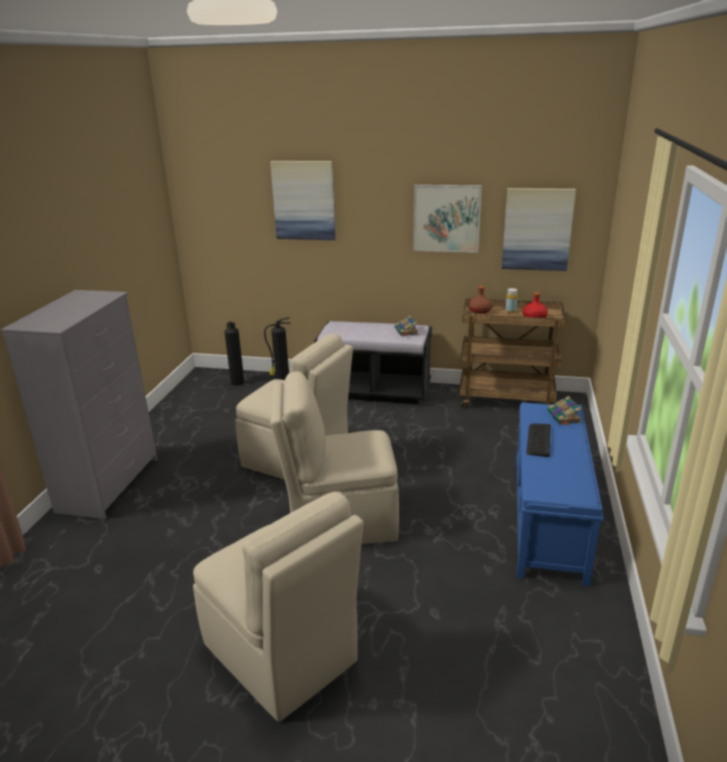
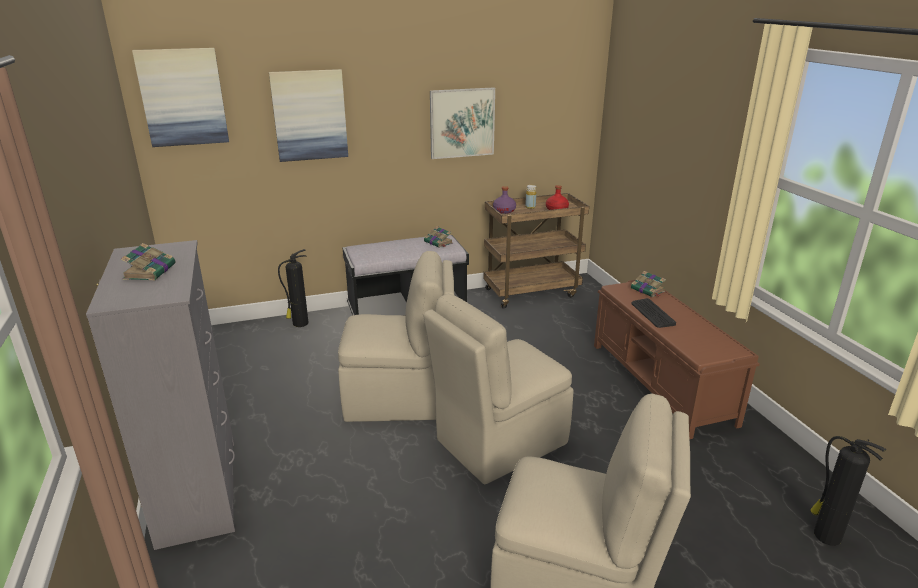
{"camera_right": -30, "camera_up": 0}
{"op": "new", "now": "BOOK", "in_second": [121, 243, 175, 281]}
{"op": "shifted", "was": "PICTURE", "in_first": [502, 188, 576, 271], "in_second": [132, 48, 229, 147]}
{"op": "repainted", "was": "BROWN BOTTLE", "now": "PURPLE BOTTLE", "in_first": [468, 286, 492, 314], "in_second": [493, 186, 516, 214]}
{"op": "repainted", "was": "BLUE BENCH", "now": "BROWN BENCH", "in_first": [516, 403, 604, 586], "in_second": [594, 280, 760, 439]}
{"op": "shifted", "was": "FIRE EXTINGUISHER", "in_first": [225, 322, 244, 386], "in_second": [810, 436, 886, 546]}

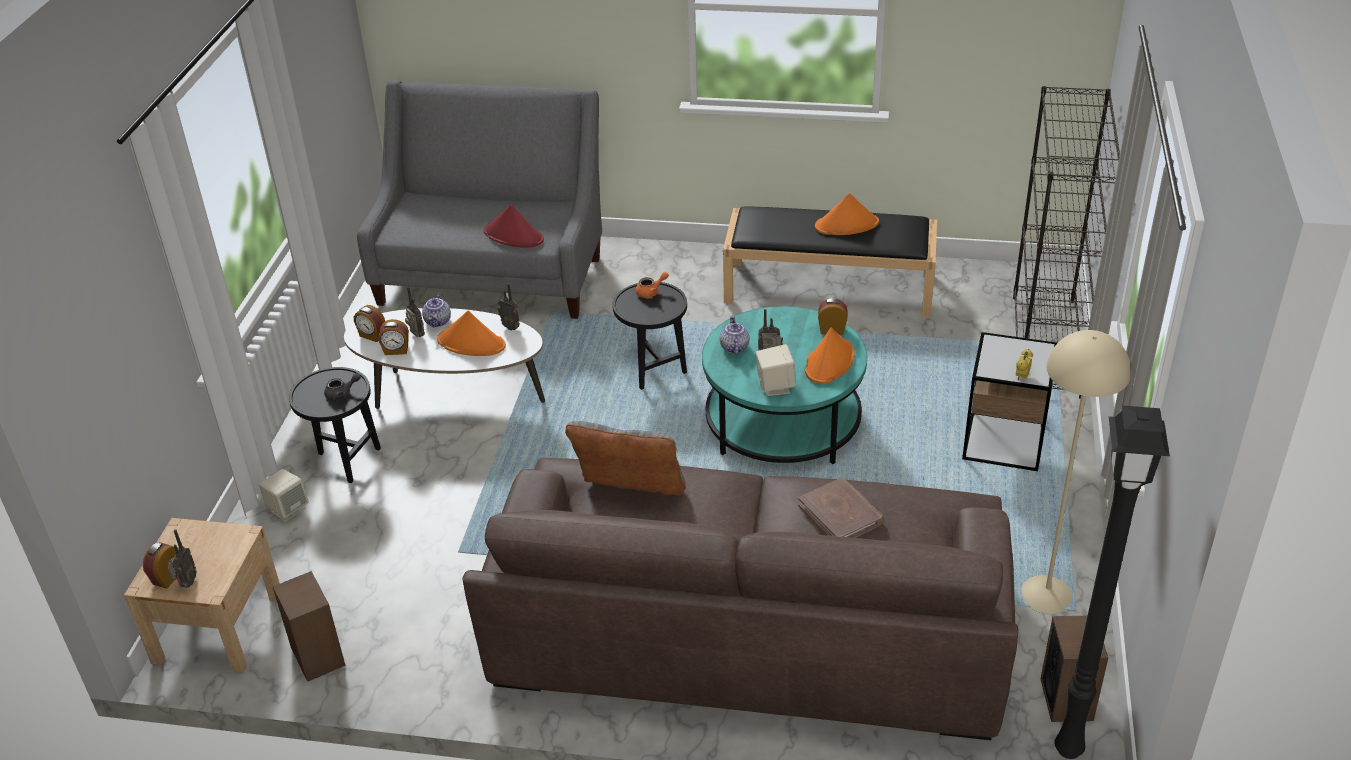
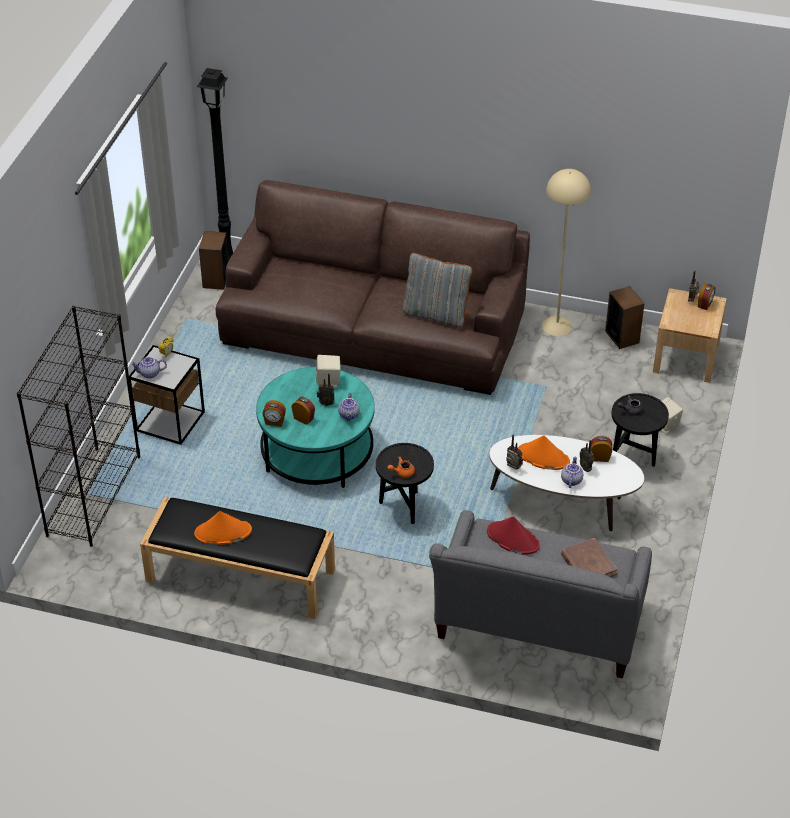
{"camera_right": -175, "camera_up": 5}
{"op": "new", "now": "TEAPOT", "in_second": [131, 357, 167, 378]}
{"op": "shifted", "was": "ALARM CLOCK", "in_first": [354, 305, 385, 342], "in_second": [292, 397, 315, 425]}
{"op": "shifted", "was": "BEIGE FLOOR LAMP", "in_first": [1022, 330, 1130, 614], "in_second": [542, 169, 591, 336]}
{"op": "shifted", "was": "BROWN BOOK", "in_first": [798, 477, 884, 538], "in_second": [561, 538, 617, 577]}
{"op": "gone", "was": "ORANGE HAT", "in_first": [805, 328, 855, 384]}

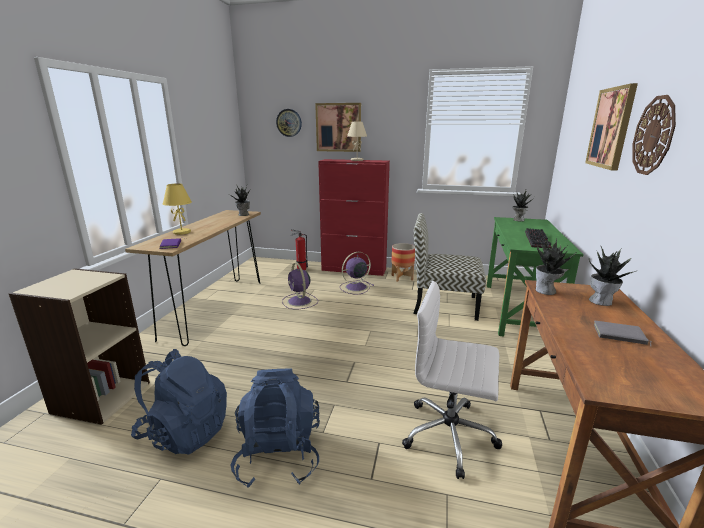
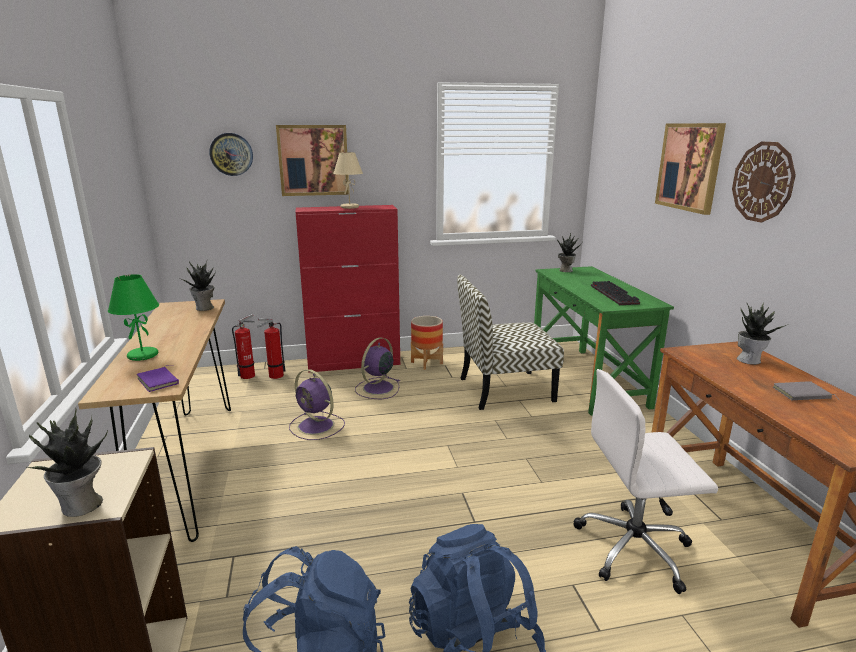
{"camera_right": -25, "camera_up": 0}
{"op": "shifted", "was": "POTTED PLANT", "in_first": [535, 238, 577, 295], "in_second": [25, 409, 108, 517]}
{"op": "repainted", "was": "YELLOW TABLE LAMP", "now": "GREEN TABLE LAMP", "in_first": [163, 183, 192, 235], "in_second": [108, 274, 159, 361]}
{"op": "new", "now": "FIRE EXTINGUISHER", "in_second": [232, 314, 256, 379]}

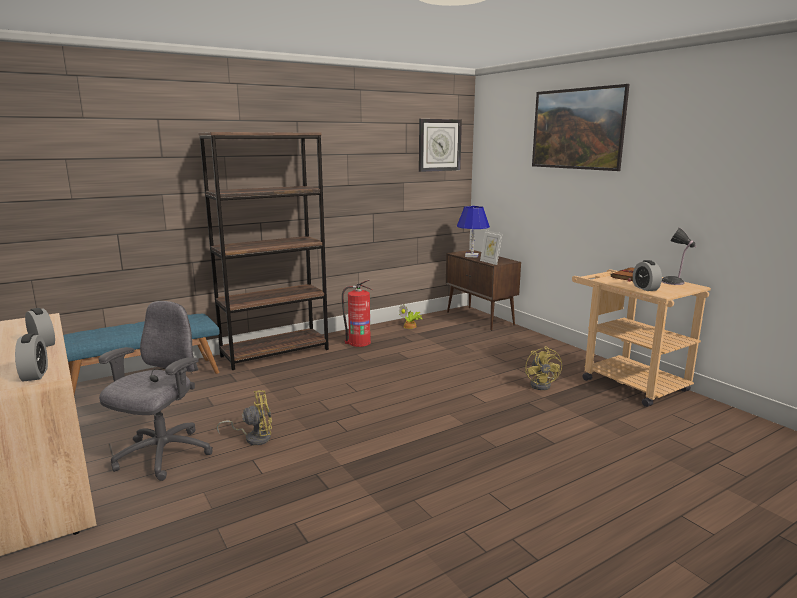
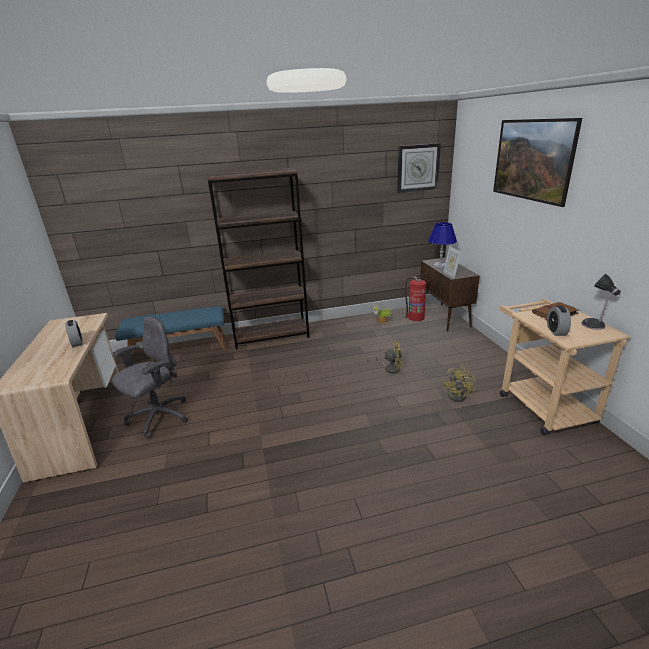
{"camera_right": 20, "camera_up": 10}
{"op": "shifted", "was": "YELLOW FAN", "in_first": [216, 390, 272, 445], "in_second": [367, 340, 403, 374]}
{"op": "shifted", "was": "FIRE EXTINGUISHER", "in_first": [342, 280, 372, 347], "in_second": [405, 273, 429, 321]}
{"op": "gone", "was": "ALARM CLOCK", "in_first": [15, 333, 48, 382]}

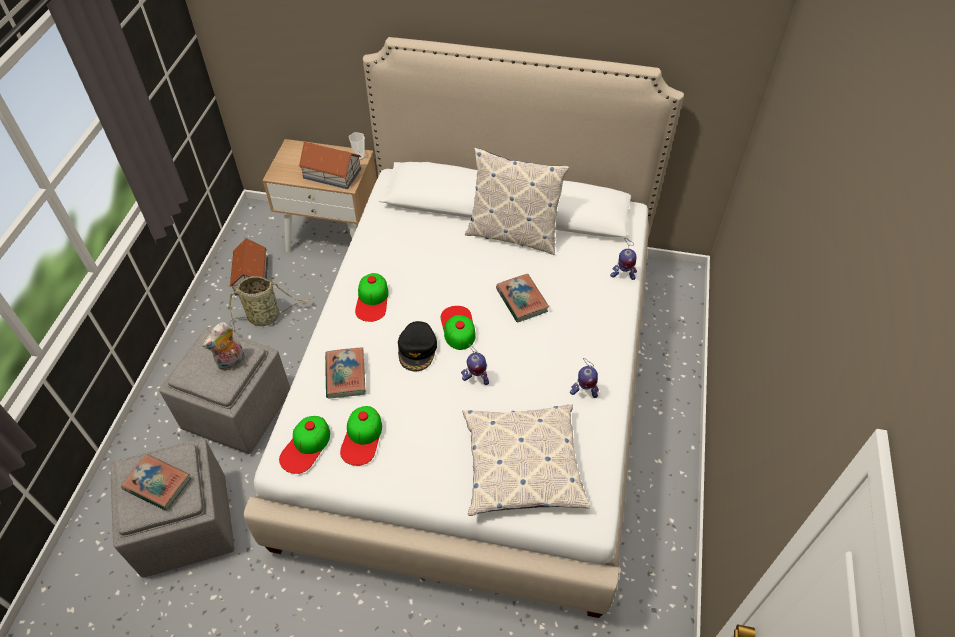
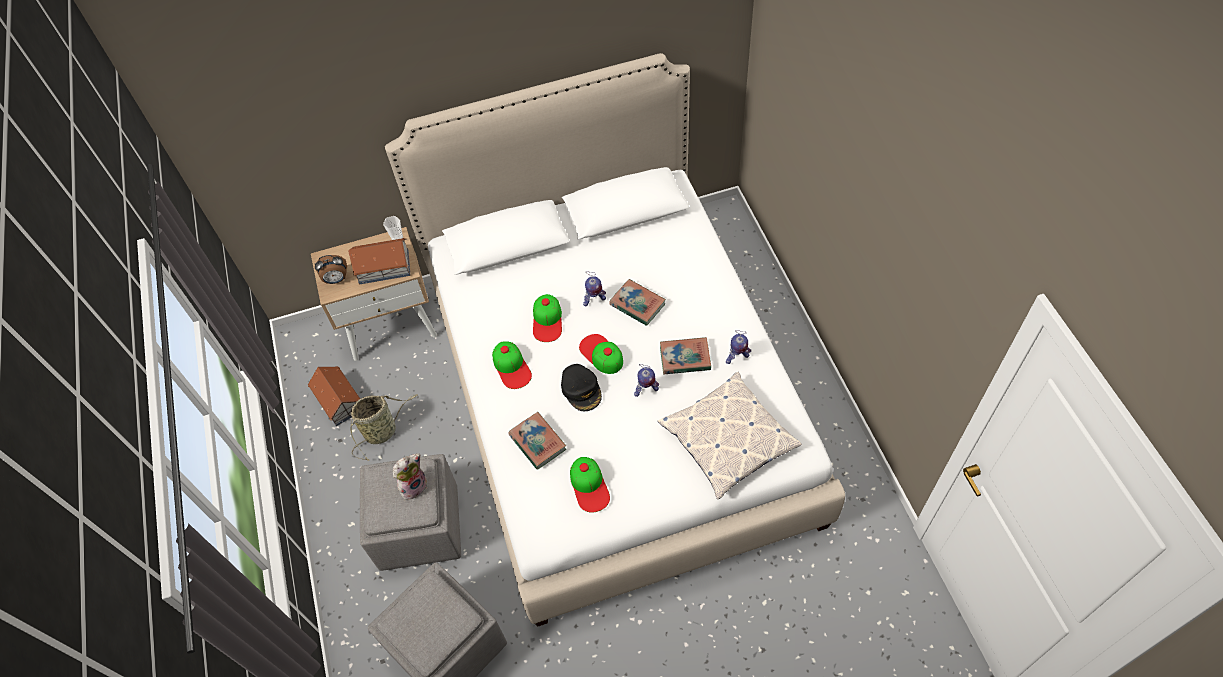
{"camera_right": -25, "camera_up": 5}
{"op": "new", "now": "ALARM CLOCK", "in_second": [315, 255, 347, 284]}
{"op": "rotated", "was": "PLUSH TOY", "in_first": [202, 322, 245, 371], "in_second": [393, 453, 427, 501], "clockwise": -150}
{"op": "shifted", "was": "CAP", "in_first": [279, 416, 330, 474], "in_second": [533, 294, 562, 342]}
{"op": "shifted", "was": "TOY ROBOT", "in_first": [610, 238, 637, 280], "in_second": [583, 271, 606, 306]}
{"op": "shifted", "was": "BOOK", "in_first": [121, 454, 191, 511], "in_second": [660, 337, 711, 374]}
{"op": "gone", "was": "PILLOW", "in_first": [465, 147, 569, 255]}

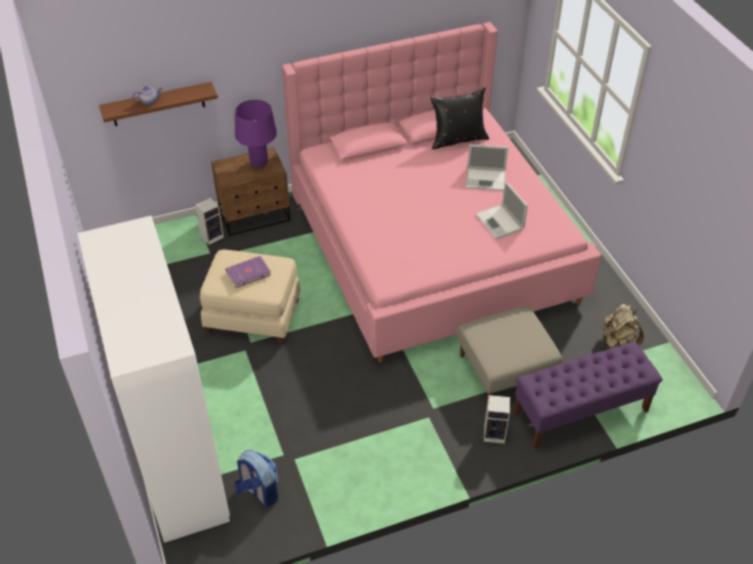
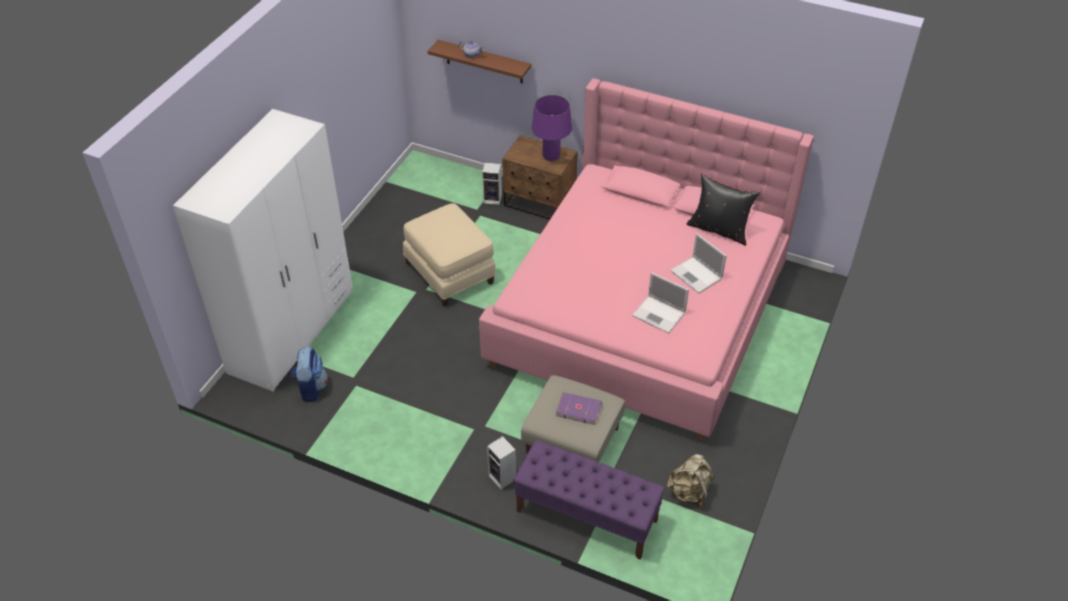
{"camera_right": 45, "camera_up": 0}
{"op": "shifted", "was": "PURPLE BOOK", "in_first": [225, 256, 271, 288], "in_second": [556, 392, 602, 425]}
{"op": "rotated", "was": "LAPTOP", "in_first": [476, 181, 528, 239], "in_second": [632, 272, 689, 334], "clockwise": -75}

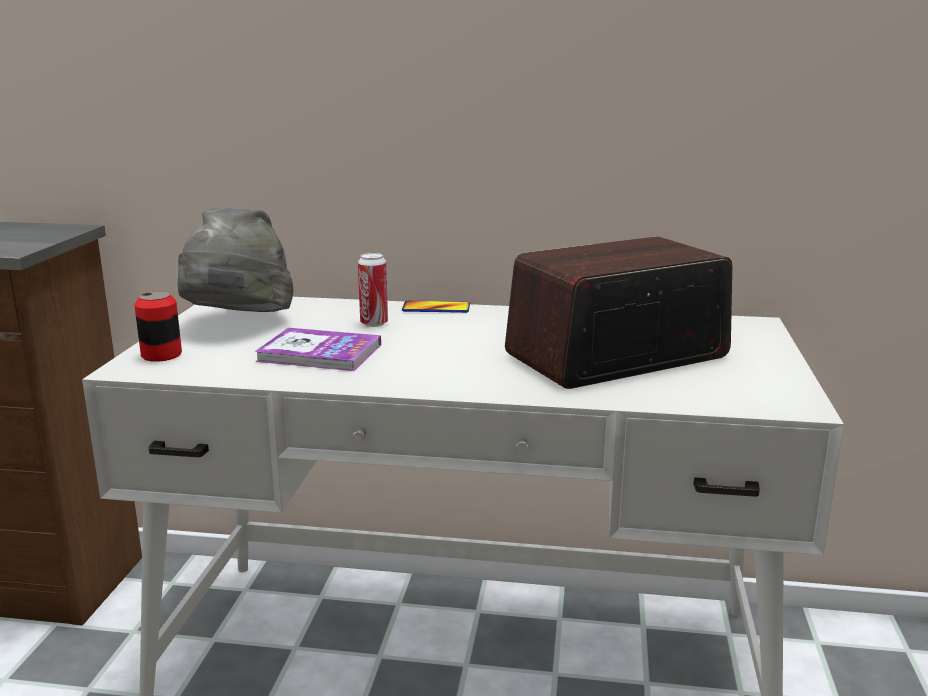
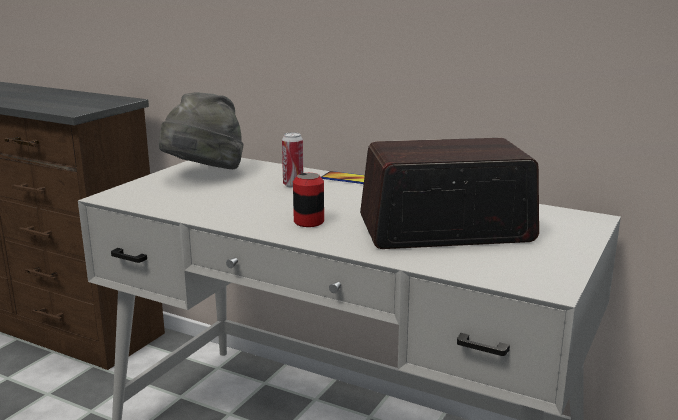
{"camera_right": 20, "camera_up": 0}
{"op": "shifted", "was": "CAN", "in_first": [134, 292, 182, 362], "in_second": [293, 173, 324, 227]}
{"op": "gone", "was": "BOOK", "in_first": [254, 328, 381, 371]}

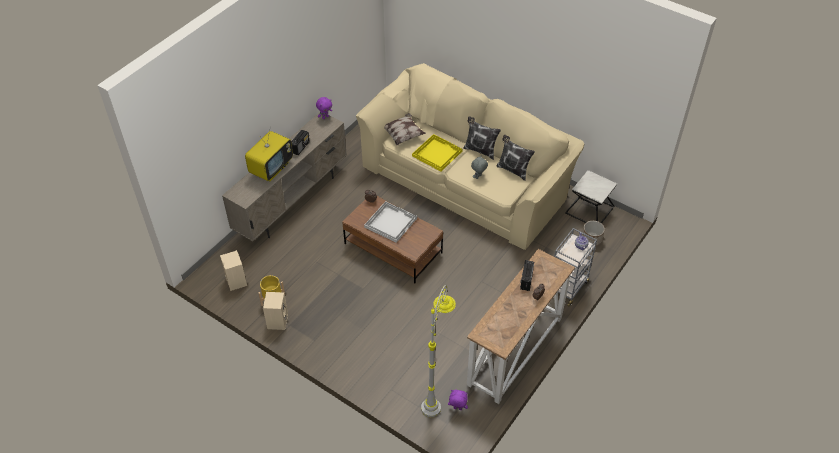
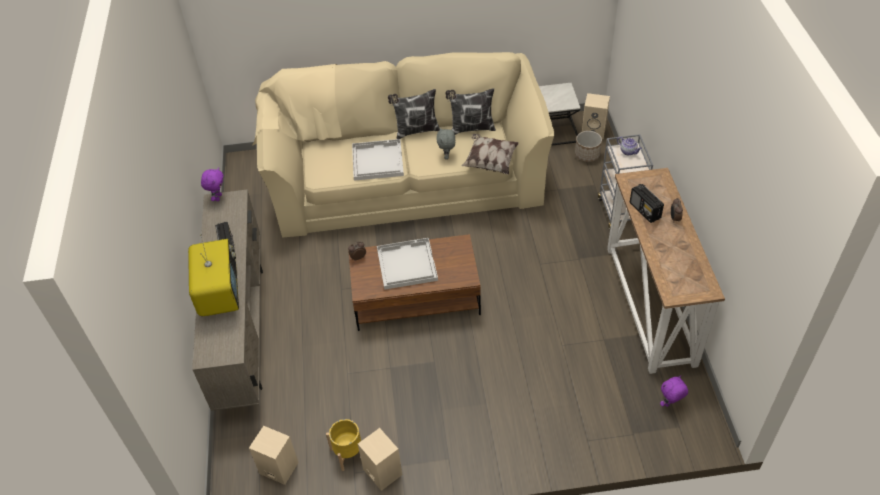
{"camera_right": -40, "camera_up": 0}
{"op": "repainted", "was": "YELLOW TRAY", "now": "WHITE TRAY", "in_first": [412, 134, 462, 172], "in_second": [352, 139, 404, 181]}
{"op": "shifted", "was": "PILLOW", "in_first": [384, 113, 426, 146], "in_second": [462, 134, 518, 174]}
{"op": "new", "now": "BEIGE SPEAKER", "in_second": [582, 93, 610, 139]}
{"op": "gone", "was": "GREY FLOOR LAMP", "in_first": [421, 285, 456, 417]}

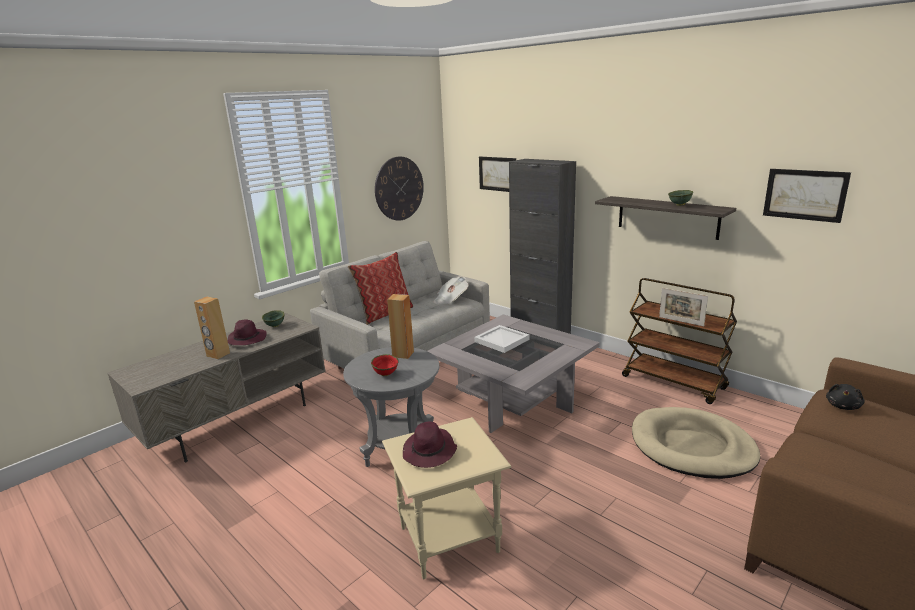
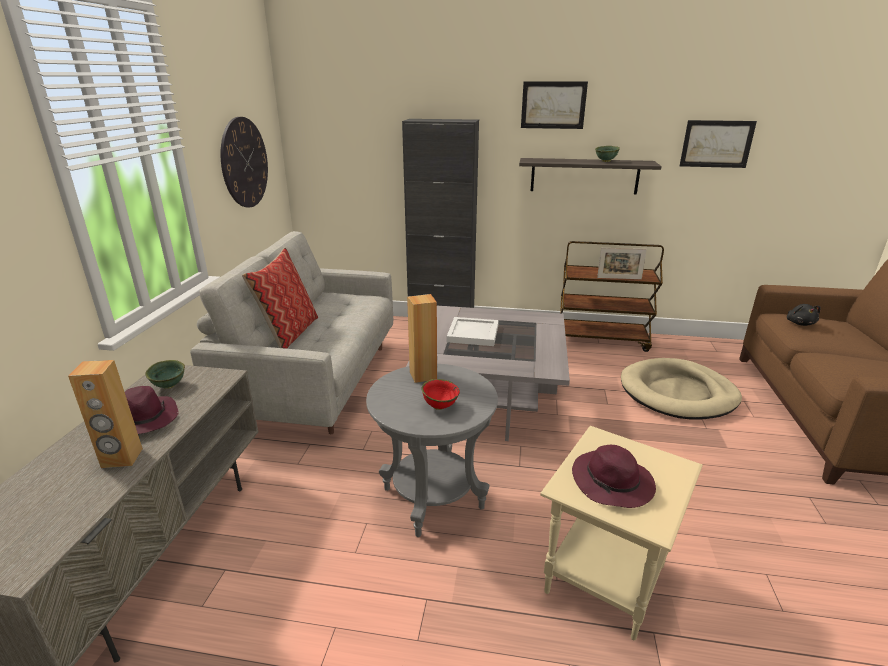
{"camera_right": -35, "camera_up": 5}
{"op": "shifted", "was": "PICTURE", "in_first": [479, 157, 516, 192], "in_second": [521, 81, 588, 129]}
{"op": "gone", "was": "NEWSPAPER", "in_first": [433, 276, 469, 304]}

